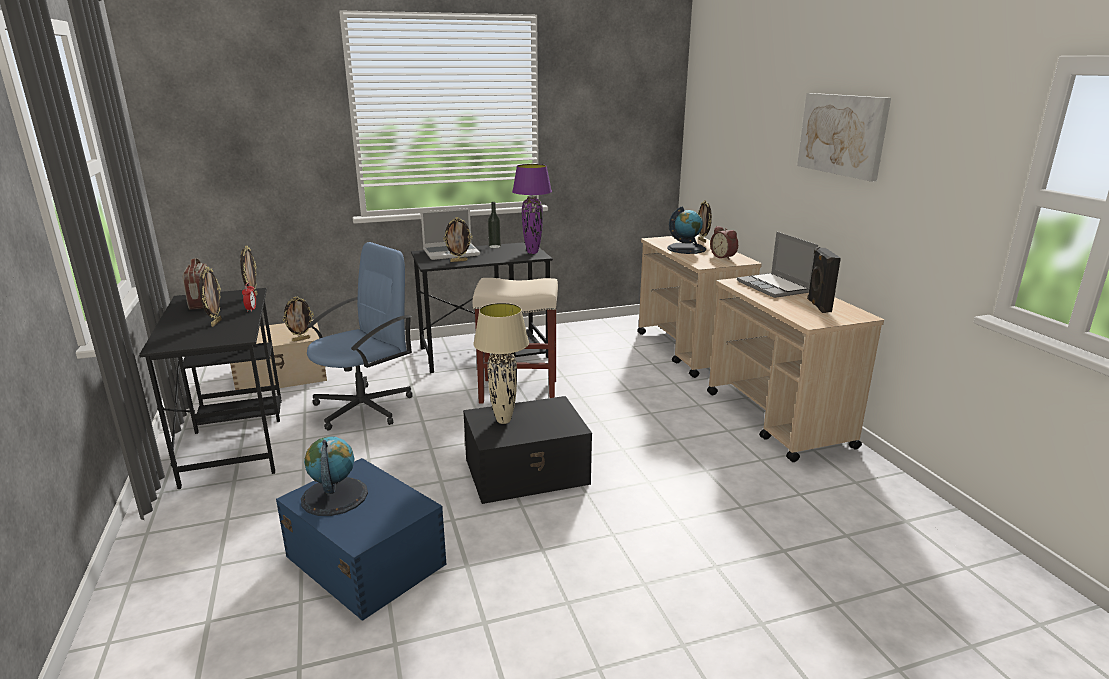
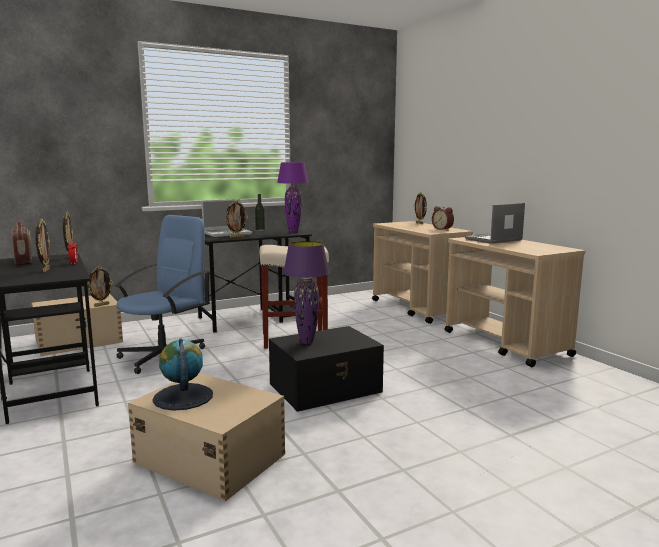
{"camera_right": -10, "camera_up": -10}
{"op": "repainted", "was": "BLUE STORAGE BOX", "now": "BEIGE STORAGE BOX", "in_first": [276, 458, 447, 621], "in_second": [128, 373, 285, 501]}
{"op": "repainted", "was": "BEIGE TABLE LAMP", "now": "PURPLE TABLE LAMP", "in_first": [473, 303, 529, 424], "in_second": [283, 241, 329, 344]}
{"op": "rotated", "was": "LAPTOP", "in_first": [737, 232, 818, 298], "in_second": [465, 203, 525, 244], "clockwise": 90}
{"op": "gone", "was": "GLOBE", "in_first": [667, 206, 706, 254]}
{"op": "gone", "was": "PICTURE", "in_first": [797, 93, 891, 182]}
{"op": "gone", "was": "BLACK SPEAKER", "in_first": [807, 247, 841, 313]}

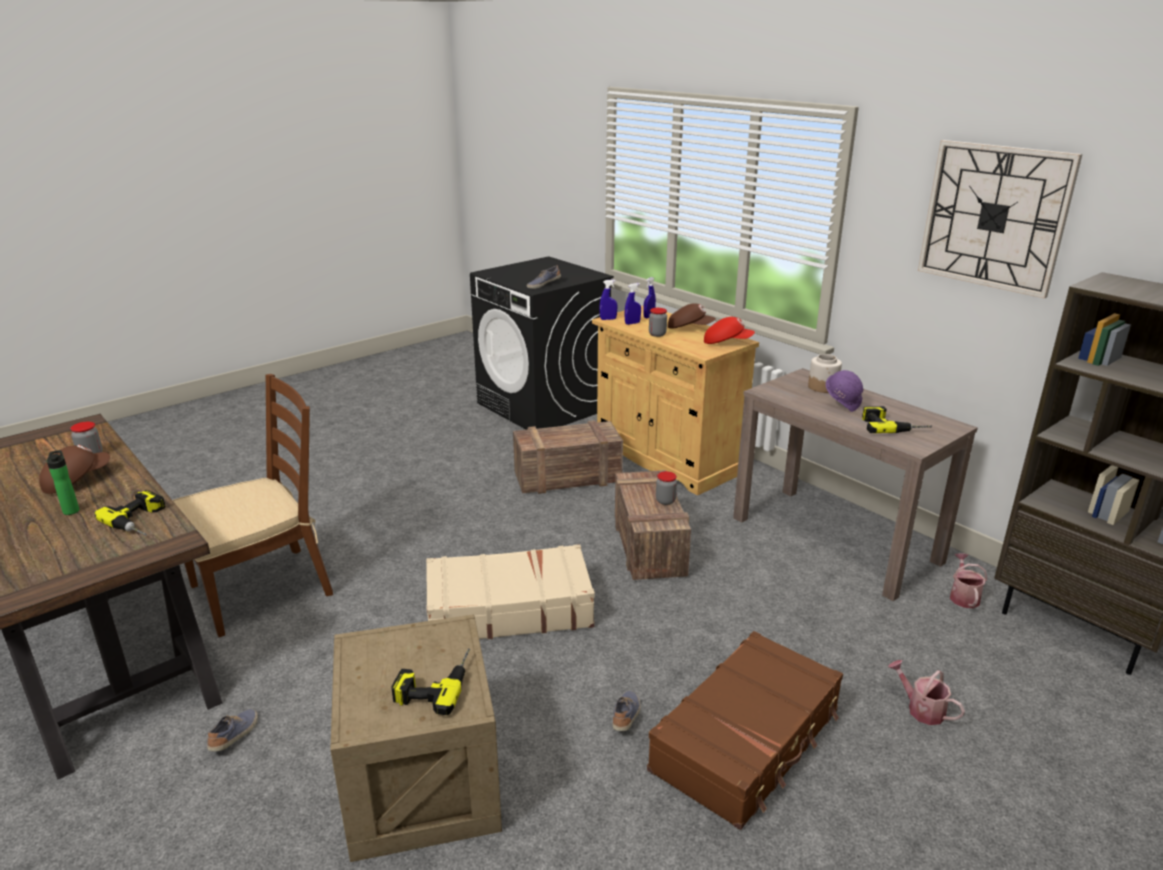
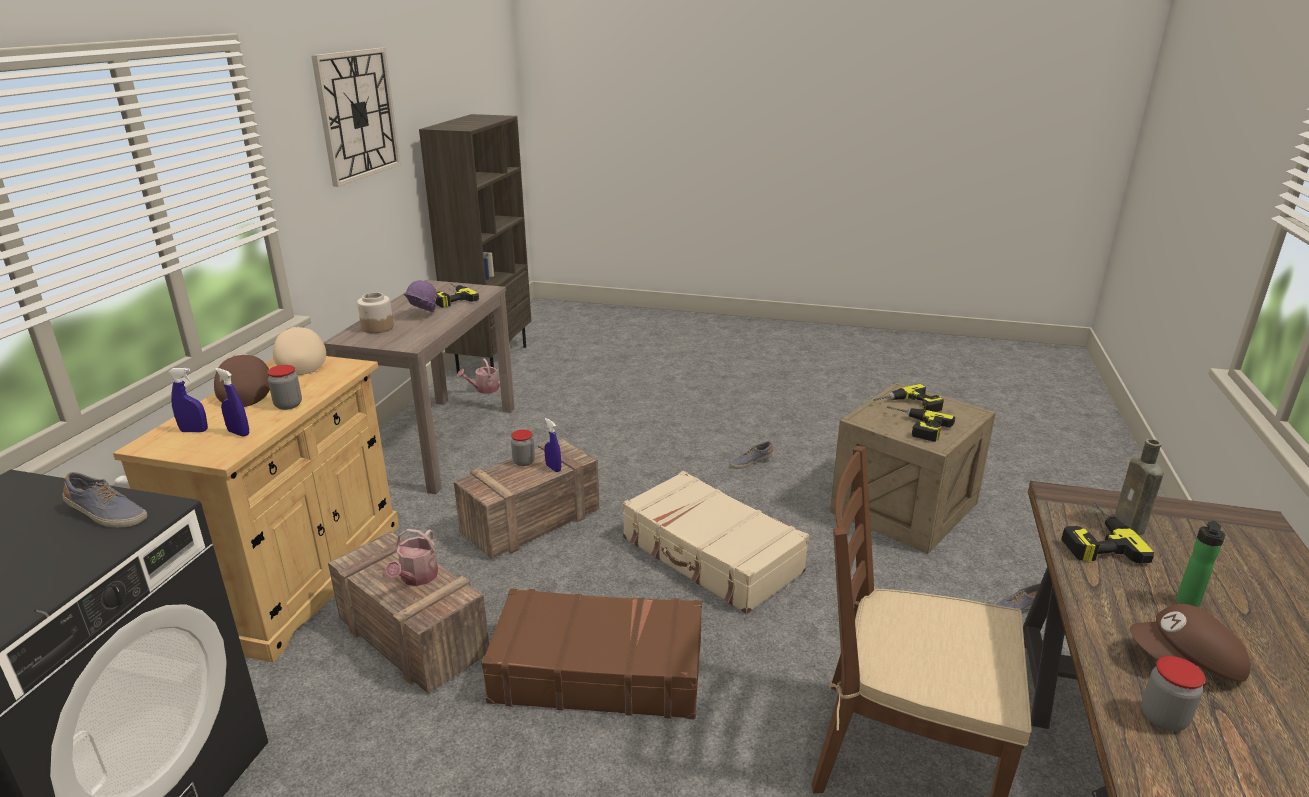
{"camera_right": -125, "camera_up": 0}
{"op": "repainted", "was": "RED CAP", "now": "BEIGE CAP", "in_first": [704, 317, 755, 344], "in_second": [273, 326, 326, 375]}
{"op": "shifted", "was": "WATERING CAN", "in_first": [888, 660, 965, 725], "in_second": [385, 529, 438, 586]}
{"op": "shifted", "was": "BROWN SUITCASE", "in_first": [647, 631, 843, 830], "in_second": [481, 588, 702, 719]}
{"op": "shifted", "was": "BLUE SPRAY BOTTLE", "in_first": [599, 280, 618, 320], "in_second": [544, 418, 561, 472]}
{"op": "new", "now": "POWER DRILL", "in_second": [887, 407, 955, 442]}
{"op": "new", "now": "BROWN BOTTLE", "in_second": [1114, 439, 1164, 535]}

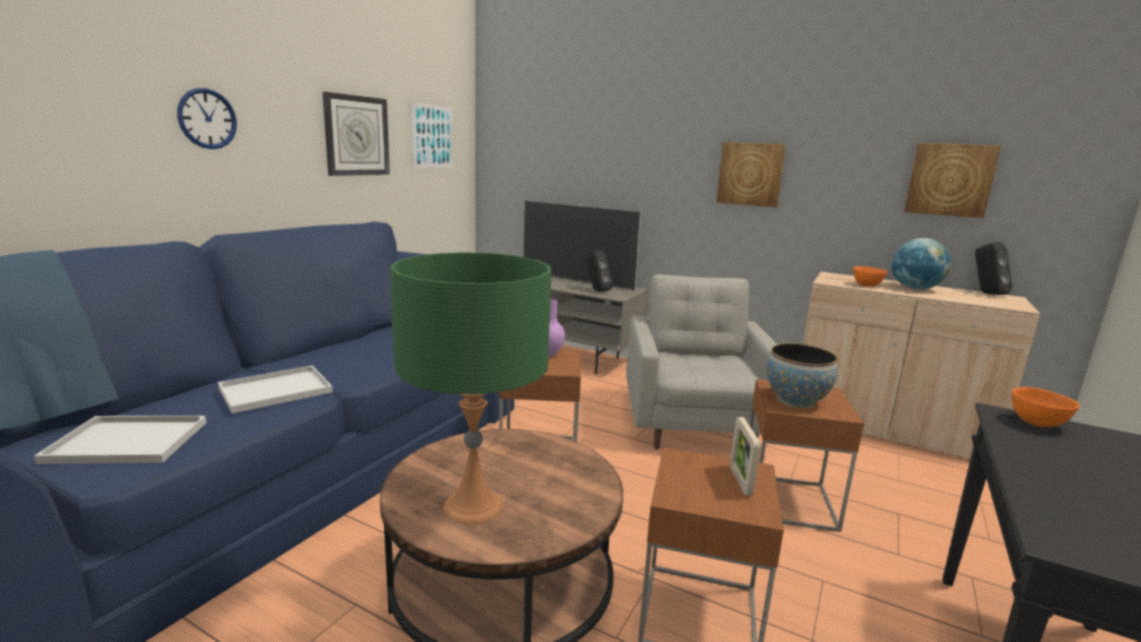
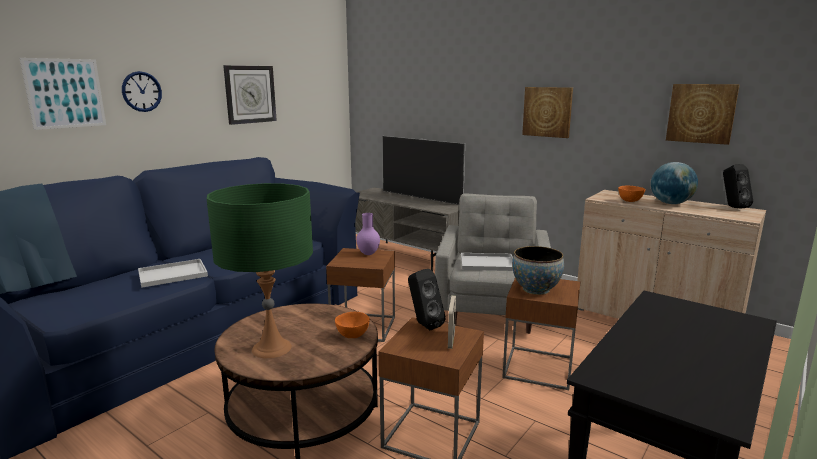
{"camera_right": 10, "camera_up": 0}
{"op": "shifted", "was": "PICTURE", "in_first": [411, 103, 453, 168], "in_second": [19, 58, 106, 130]}
{"op": "shifted", "was": "ORANGE BOWL", "in_first": [1012, 387, 1080, 427], "in_second": [335, 312, 370, 338]}
{"op": "shifted", "was": "BLACK SPEAKER", "in_first": [586, 250, 613, 292], "in_second": [408, 269, 446, 331]}
{"op": "shifted", "was": "WHITE TRAY", "in_first": [34, 416, 206, 464], "in_second": [461, 253, 513, 271]}

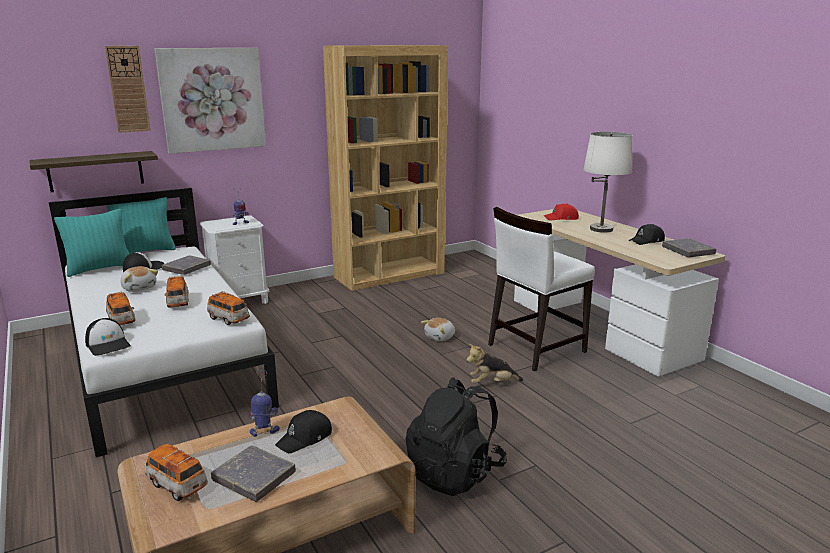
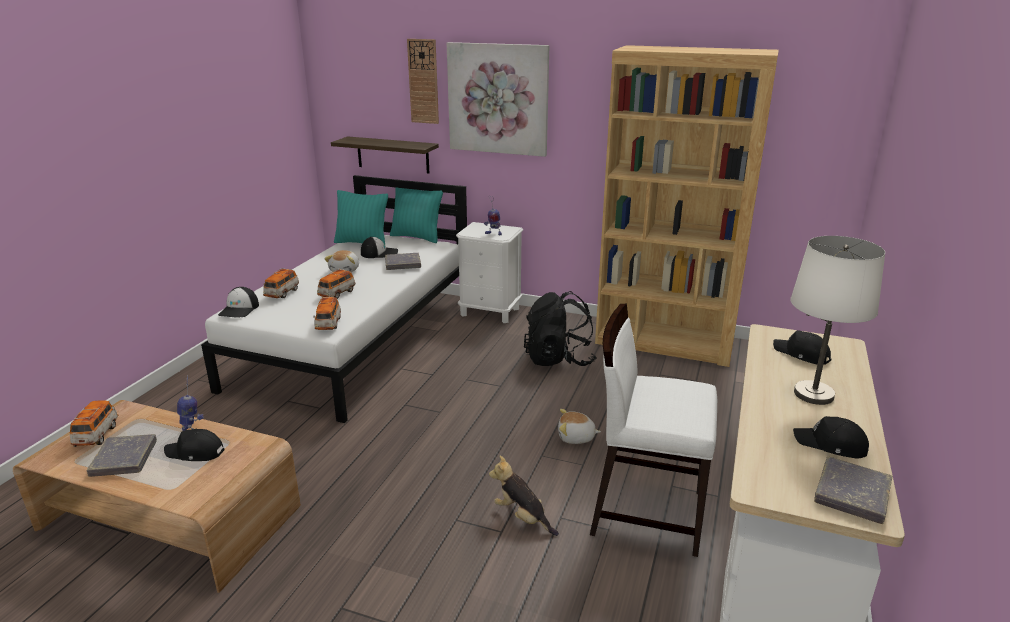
{"camera_right": 50, "camera_up": 5}
{"op": "shifted", "was": "BLACK BACKPACK", "in_first": [405, 377, 507, 496], "in_second": [524, 291, 597, 366]}
{"op": "repainted", "was": "RED CAP", "now": "BLACK CAP", "in_first": [544, 203, 579, 221], "in_second": [773, 331, 832, 365]}

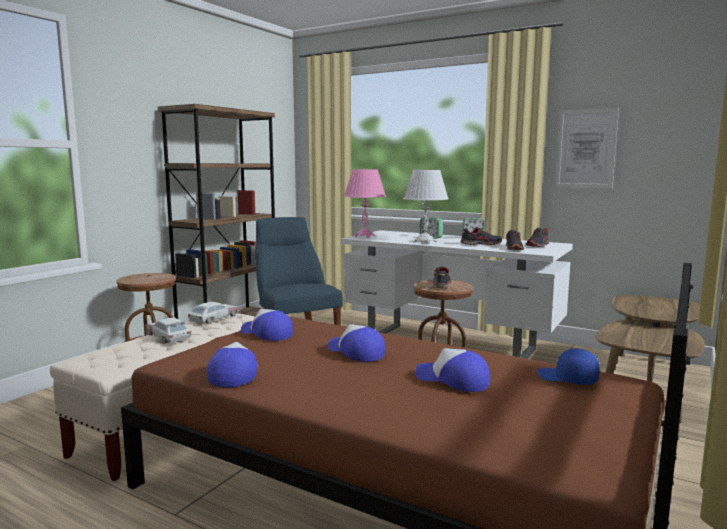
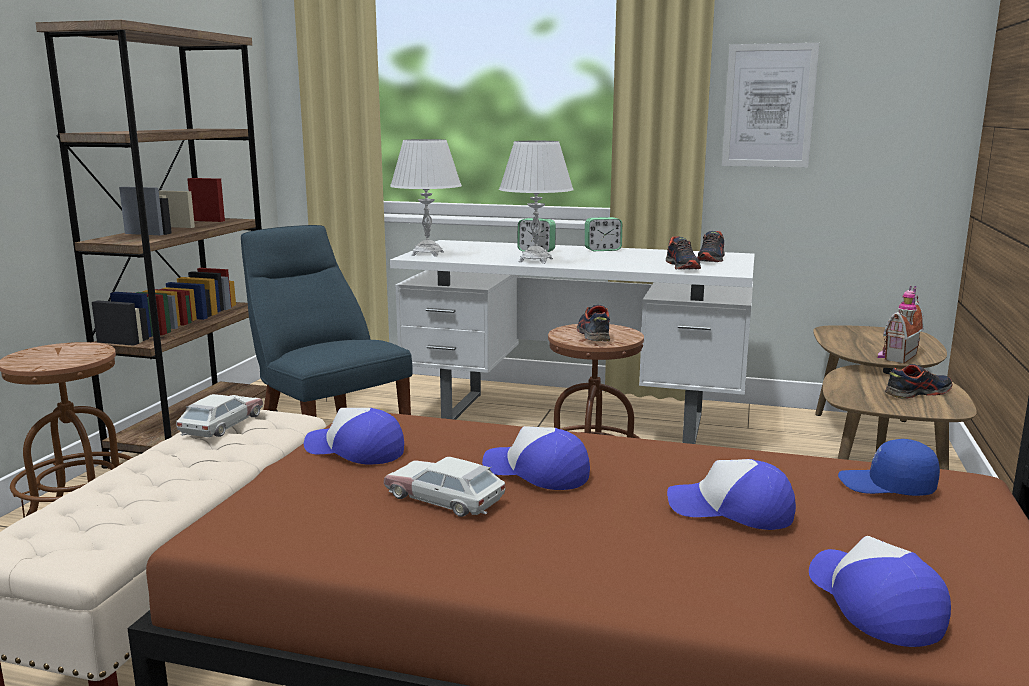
{"camera_right": -15, "camera_up": 5}
{"op": "shifted", "was": "TOY CAR", "in_first": [146, 318, 191, 343], "in_second": [384, 457, 505, 517]}
{"op": "repainted", "was": "PINK TABLE LAMP", "now": "WHITE TABLE LAMP", "in_first": [344, 169, 386, 238], "in_second": [390, 139, 462, 257]}
{"op": "shifted", "was": "CAP", "in_first": [207, 342, 258, 388], "in_second": [809, 536, 951, 647]}
{"op": "new", "now": "TOY HOUSE", "in_second": [878, 285, 924, 364]}
{"op": "shifted", "was": "SHOE", "in_first": [461, 227, 502, 245], "in_second": [885, 364, 952, 399]}

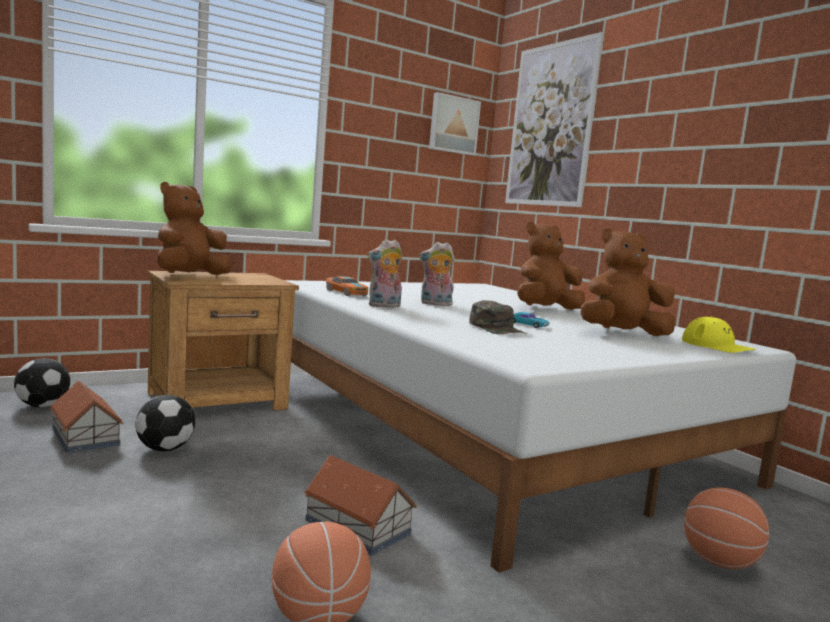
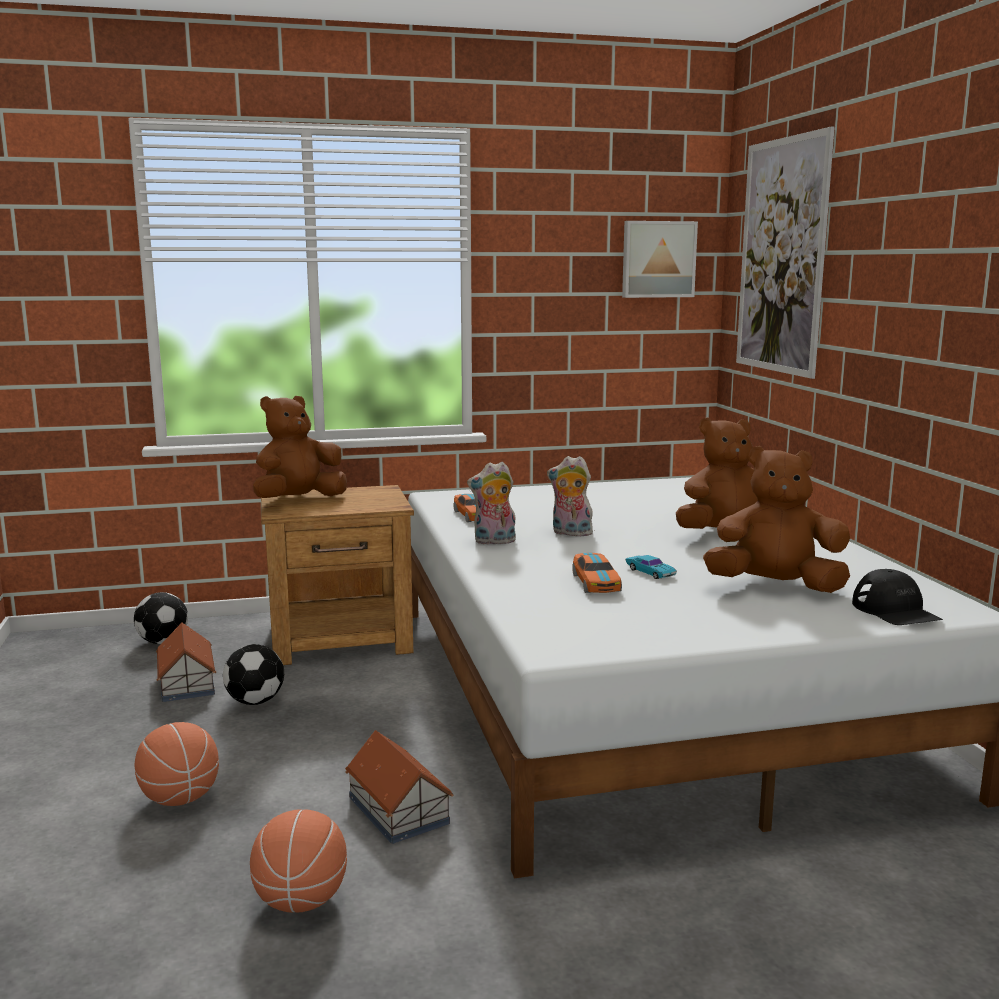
{"camera_right": 20, "camera_up": 5}
{"op": "shifted", "was": "BASKETBALL", "in_first": [684, 487, 769, 569], "in_second": [135, 722, 219, 806]}
{"op": "swapped", "was": "GREEN CAP", "now": "TOY CAR", "in_first": [469, 300, 527, 334], "in_second": [572, 553, 622, 593]}
{"op": "repainted", "was": "YELLOW CAP", "now": "BLACK CAP", "in_first": [682, 317, 756, 353], "in_second": [852, 569, 943, 625]}

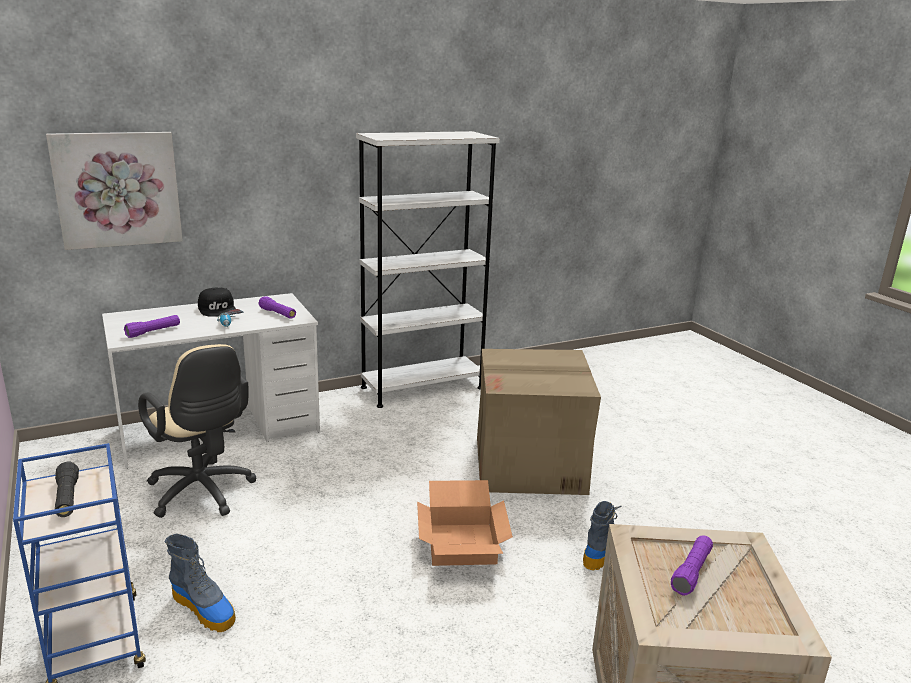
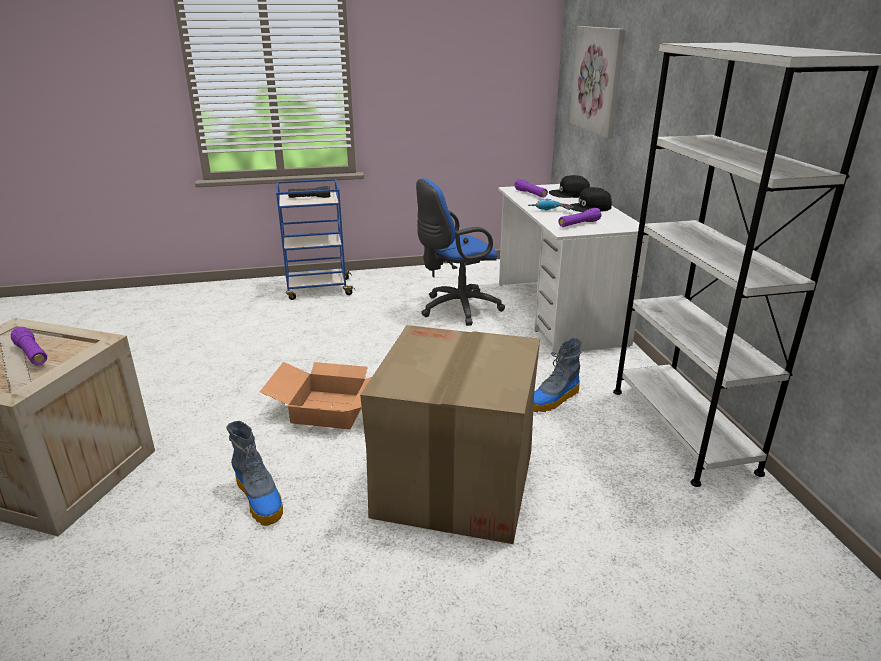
{"camera_right": 105, "camera_up": 5}
{"op": "repainted", "was": "BEIGE OFFICE CHAIR", "now": "BLUE OFFICE CHAIR", "in_first": [138, 344, 257, 518], "in_second": [416, 178, 505, 326]}
{"op": "shifted", "was": "BOOT", "in_first": [165, 534, 236, 632], "in_second": [533, 338, 582, 413]}
{"op": "new", "now": "BLACK CAP", "in_second": [549, 175, 590, 198]}

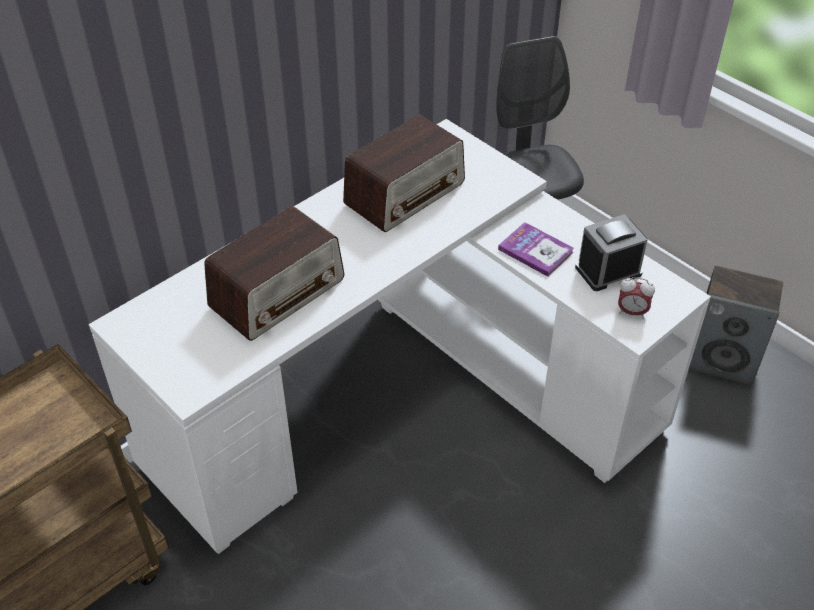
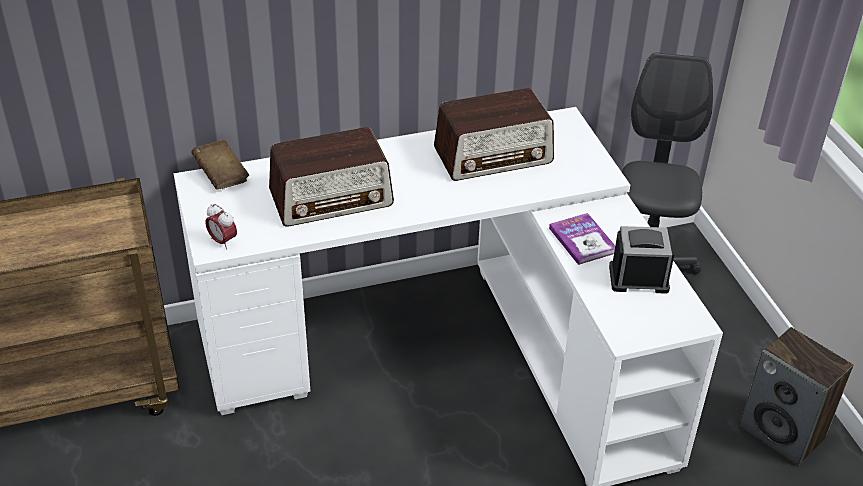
{"camera_right": 25, "camera_up": -5}
{"op": "new", "now": "BROWN BOOK", "in_second": [191, 140, 249, 190]}
{"op": "shifted", "was": "ALARM CLOCK", "in_first": [618, 277, 655, 319], "in_second": [206, 204, 237, 249]}

